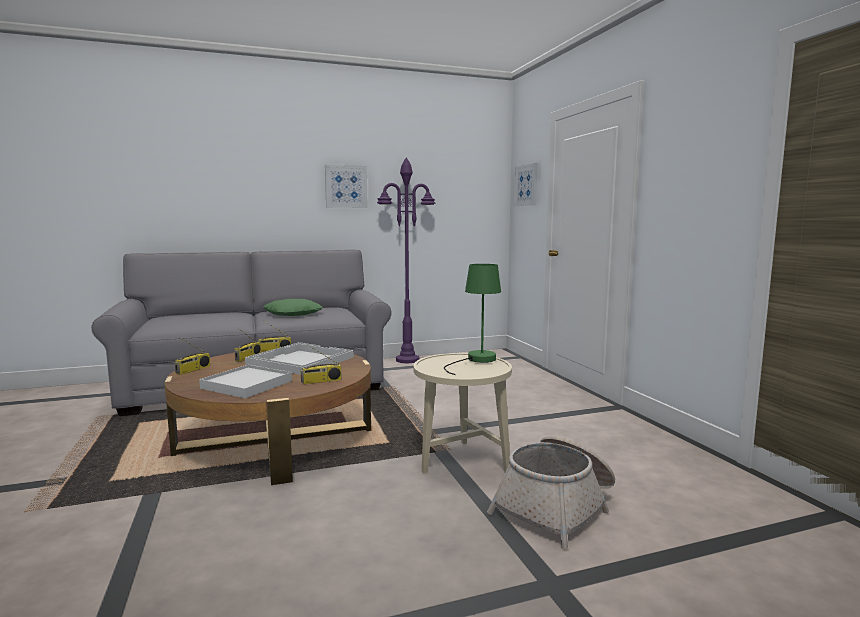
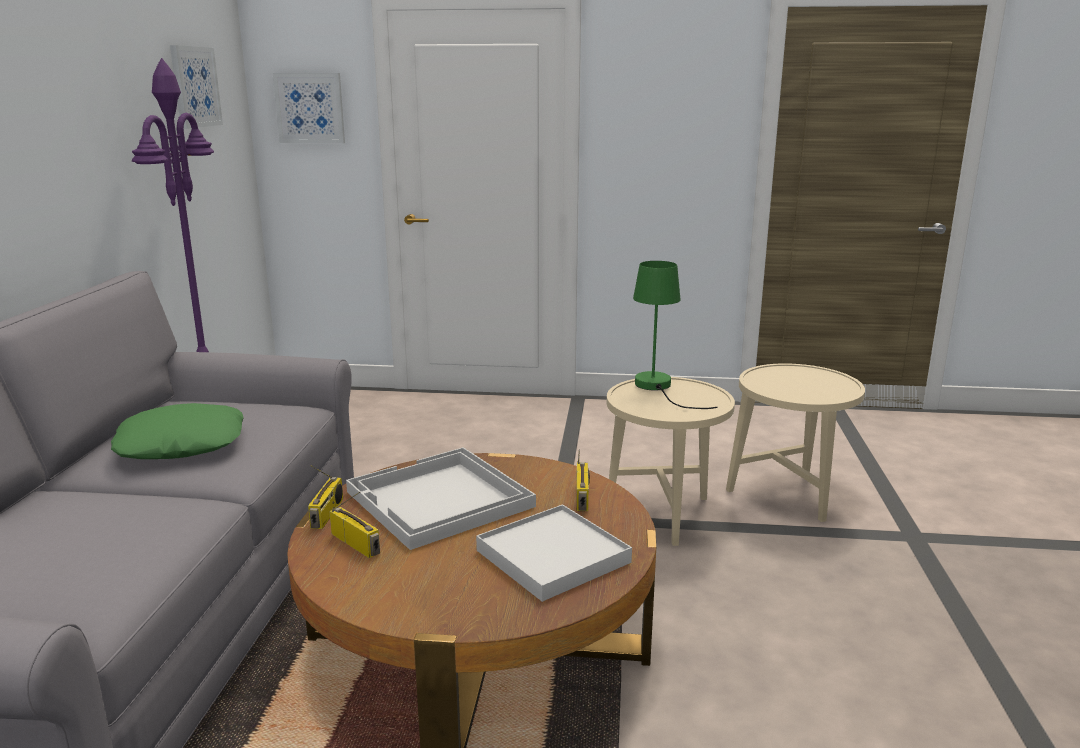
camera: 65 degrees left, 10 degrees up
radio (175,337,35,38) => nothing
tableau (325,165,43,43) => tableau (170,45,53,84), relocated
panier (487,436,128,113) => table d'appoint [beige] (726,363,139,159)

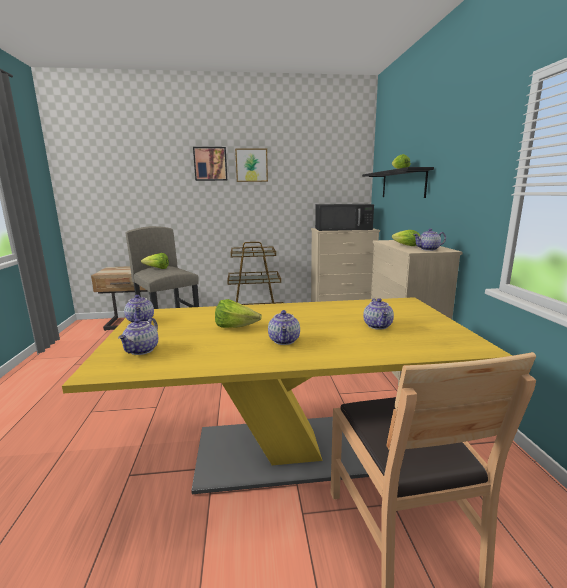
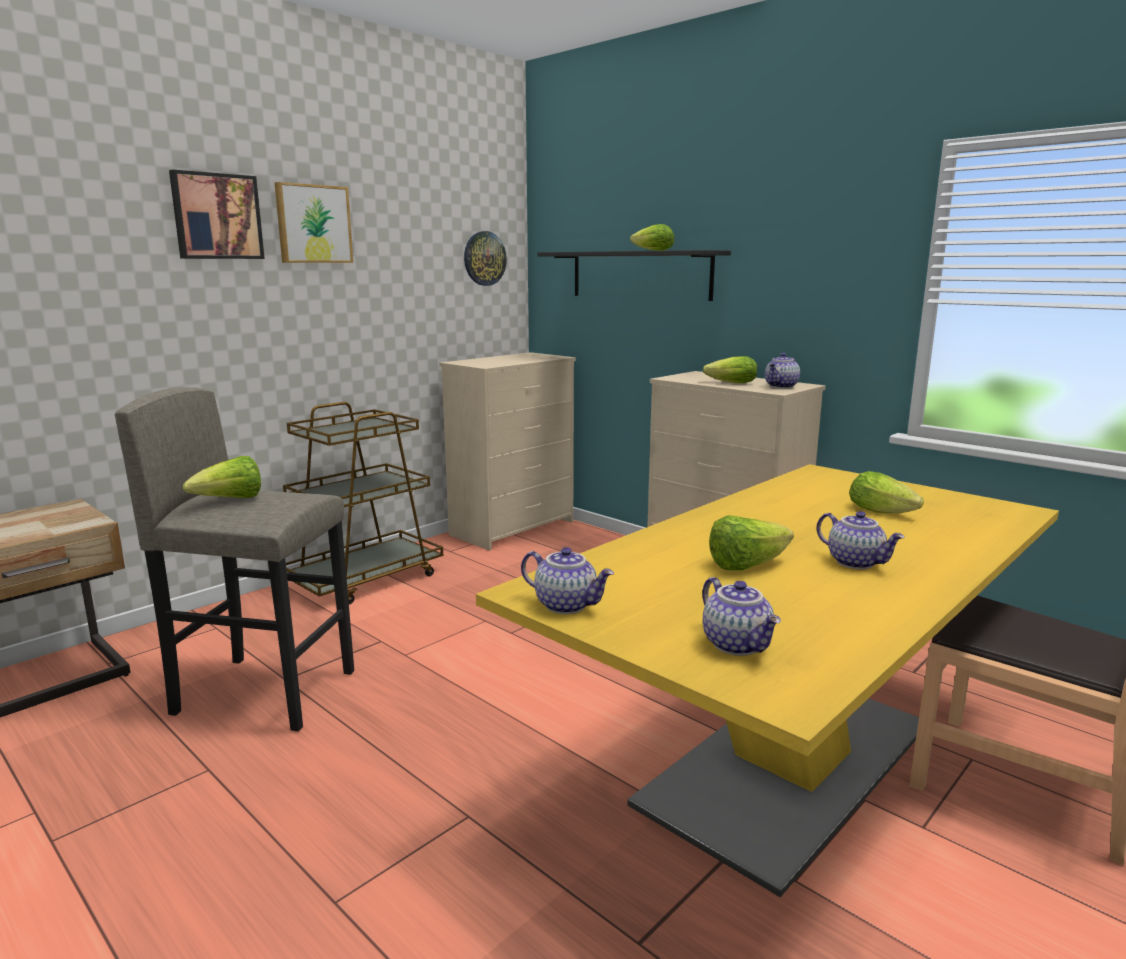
camera: 40 degrees left, 0 degrees up
micro-ondes [noir] (315,204,59,27) => nothing
théière (363,298,31,32) => laitue (849,471,75,43)
nothing => horloge murale (464,231,43,55)

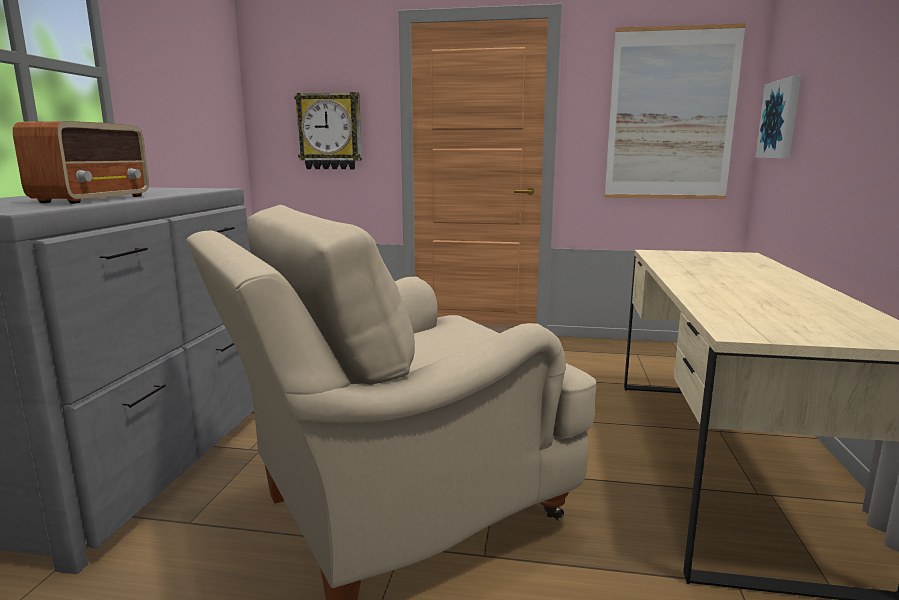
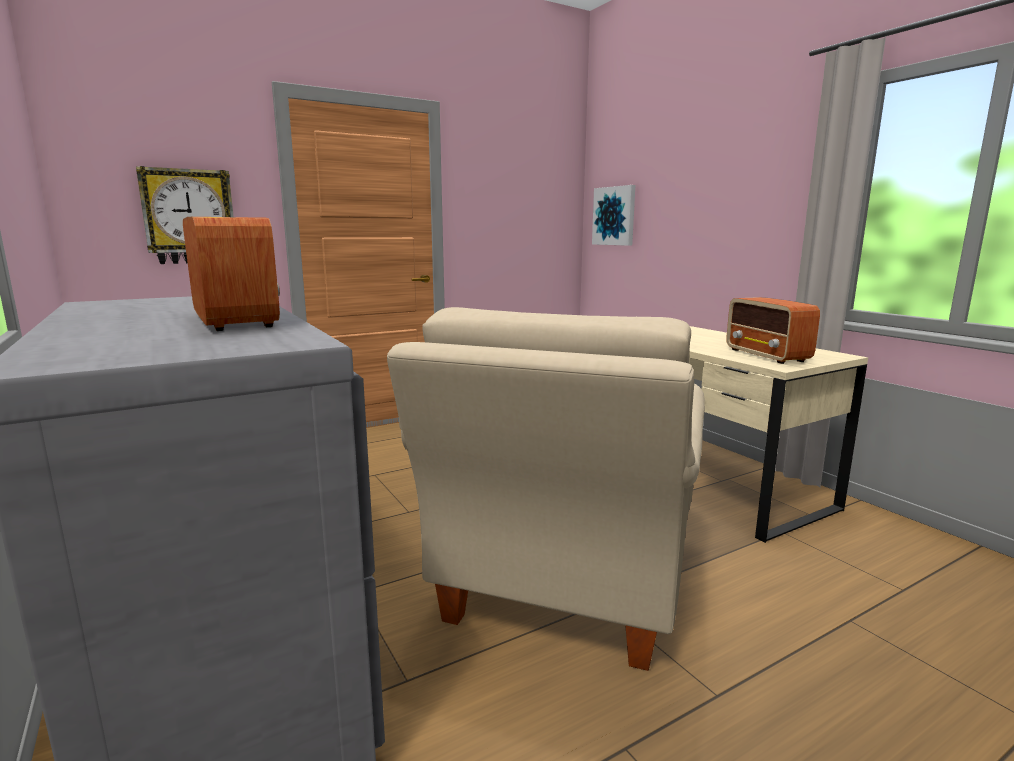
camera: 40 degrees left, 0 degrees up
tableau (604,23,142,176) => nothing
nothing => radio (726,297,94,67)

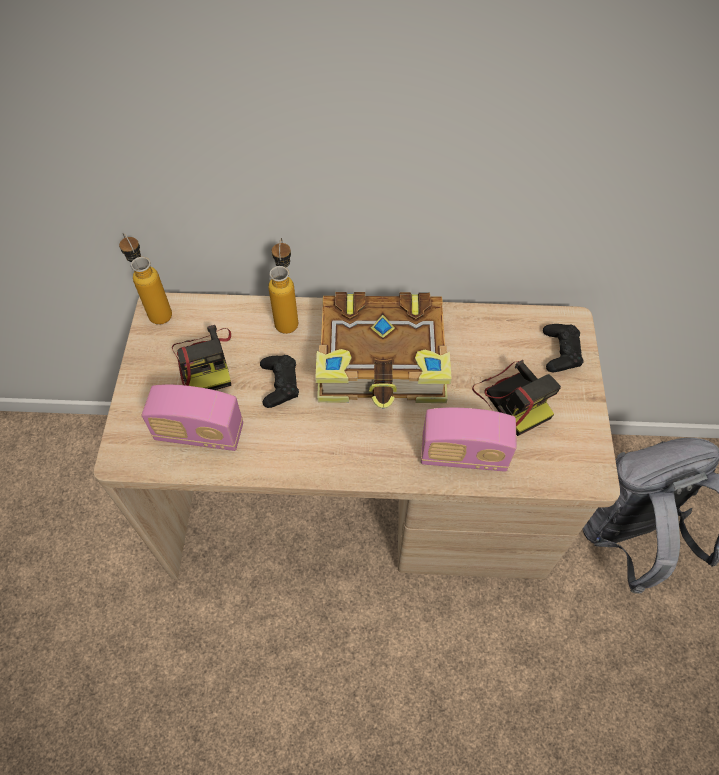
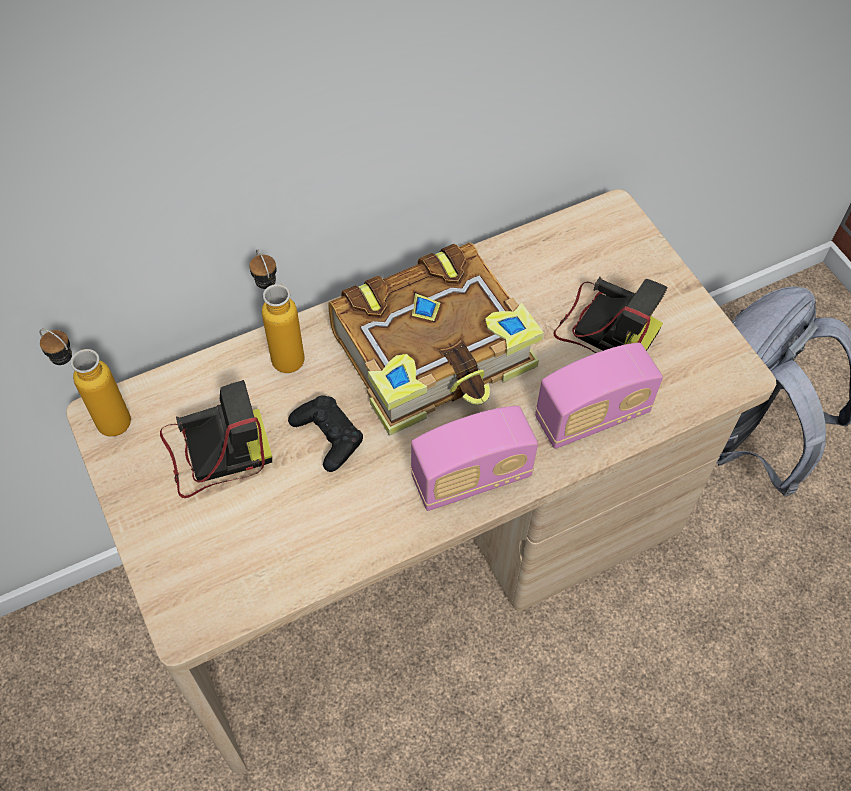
camera: 30 degrees left, 0 degrees up
radio (142,384,101,67) => radio (410,406,128,105), relocated
appareil photo (172,325,59,65) => appareil photo (160,380,112,118), 60 degrees counterclockwise
manette [noir] (543,324,41,48) => nothing

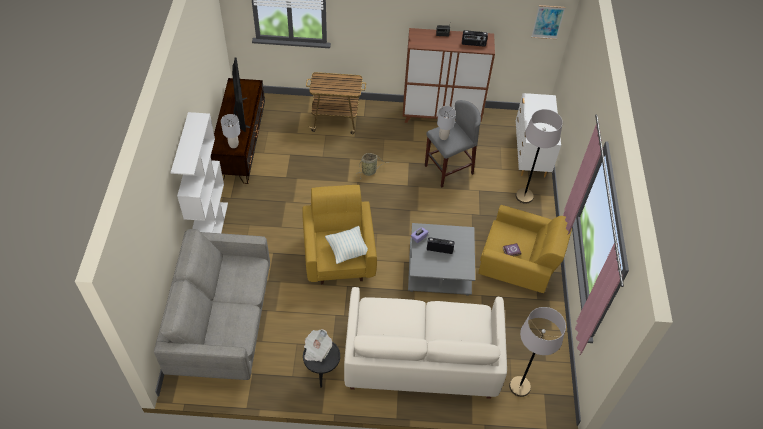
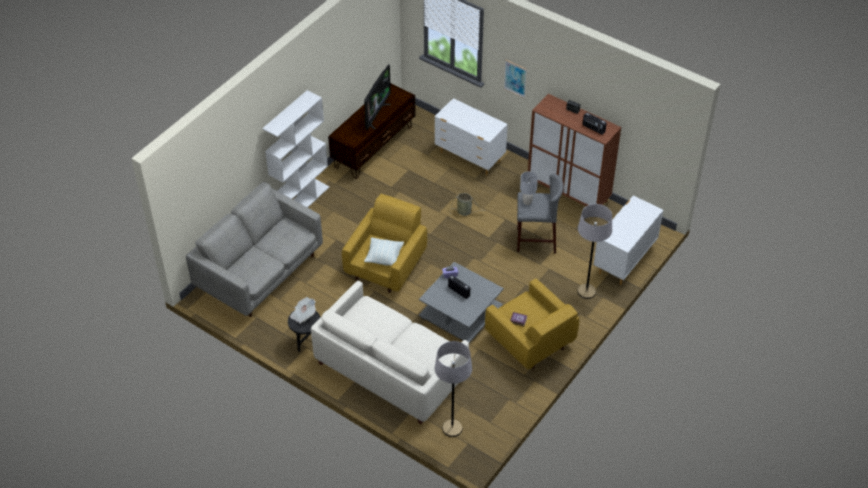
camera: 35 degrees right, 5 degrees down
lampe de table [gris] (221,114,19,34) => nothing
chariot (306,72,60,62) => commode [blanc] (435,98,73,77)
tableau (531,5,35,34) => tableau (504,60,23,39), relocated

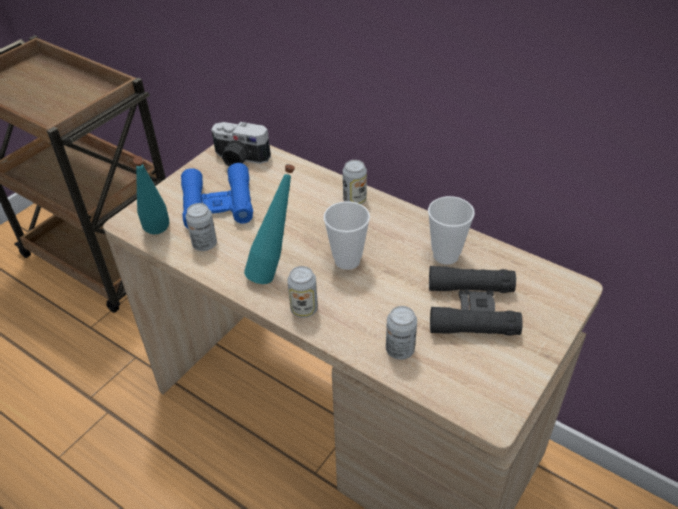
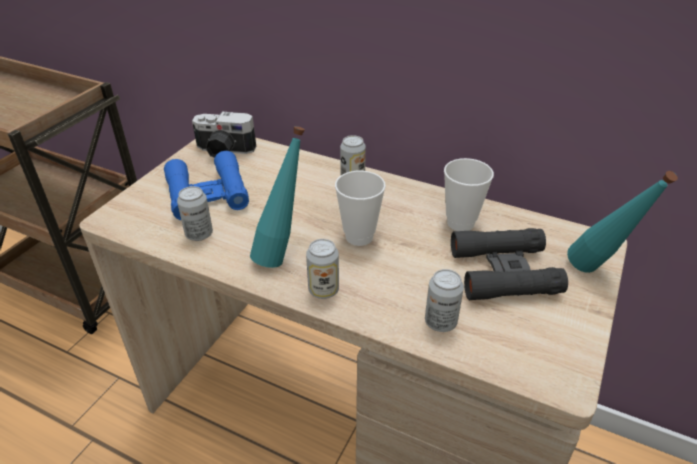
camera: 10 degrees left, 5 degrees down
bouteille [turquoise] (133,156,36,78) => bouteille [turquoise] (567,171,111,102), relocated

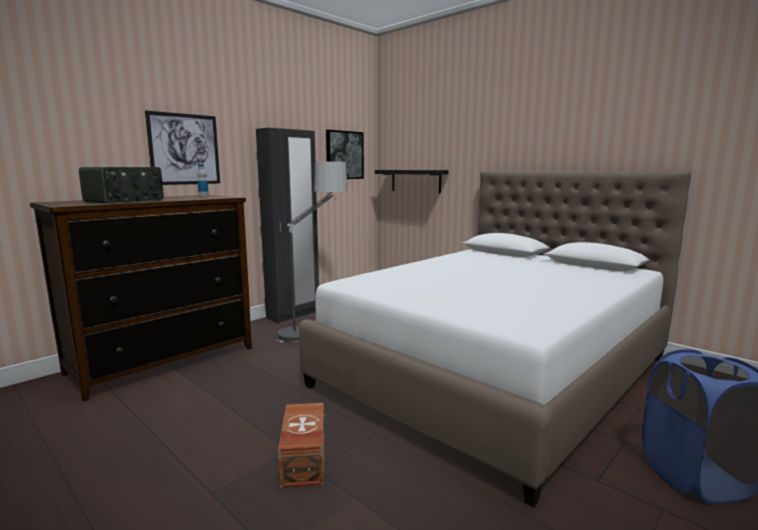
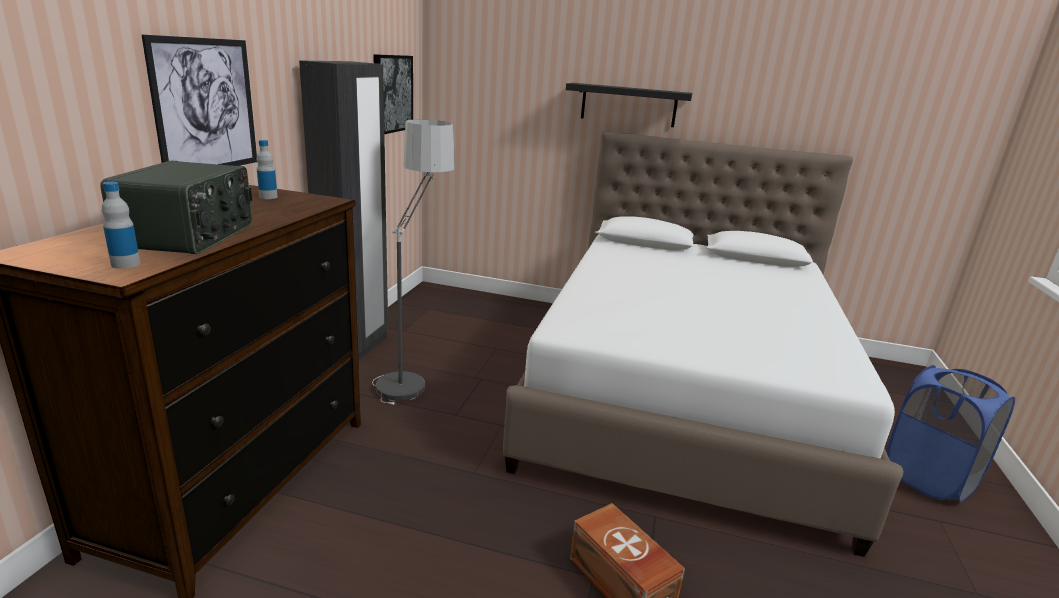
camera: 30 degrees left, 10 degrees up
étagère [noir] (375,170,73,23) => étagère [noir] (566,83,126,44), relocated
nothing => bouteille (102,182,38,87)

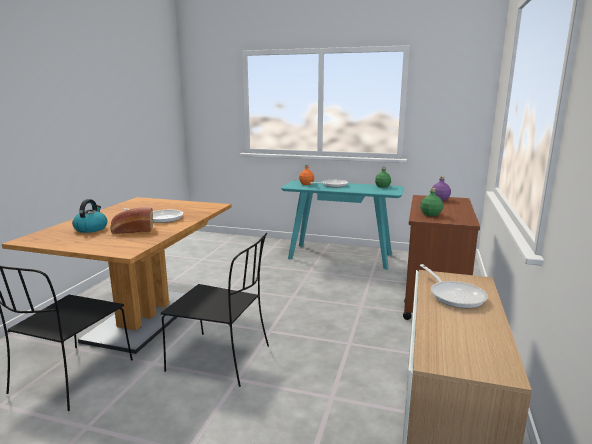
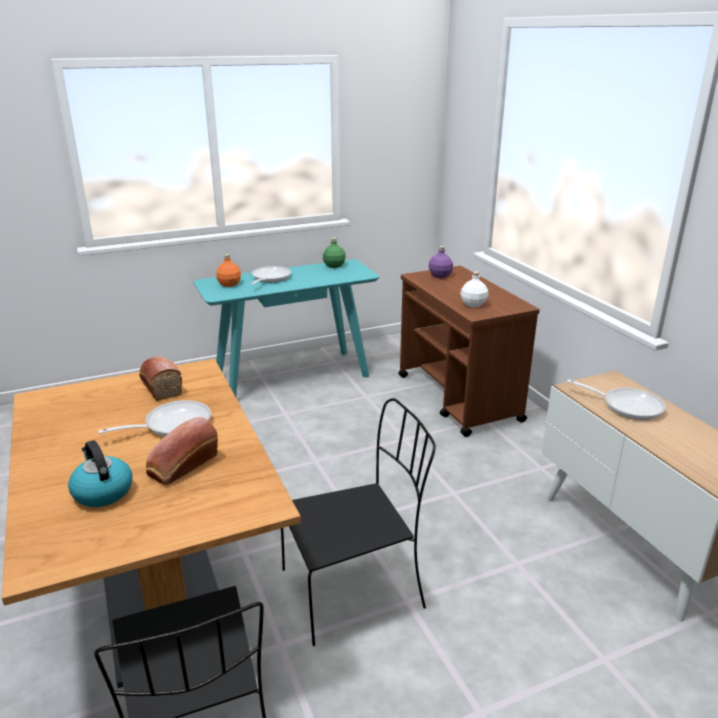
camera: 40 degrees left, 10 degrees up
bouteille [vert] (420,188,23,28) => bouteille [blanc] (460,271,29,36)
nothing => pain (139,356,43,44)

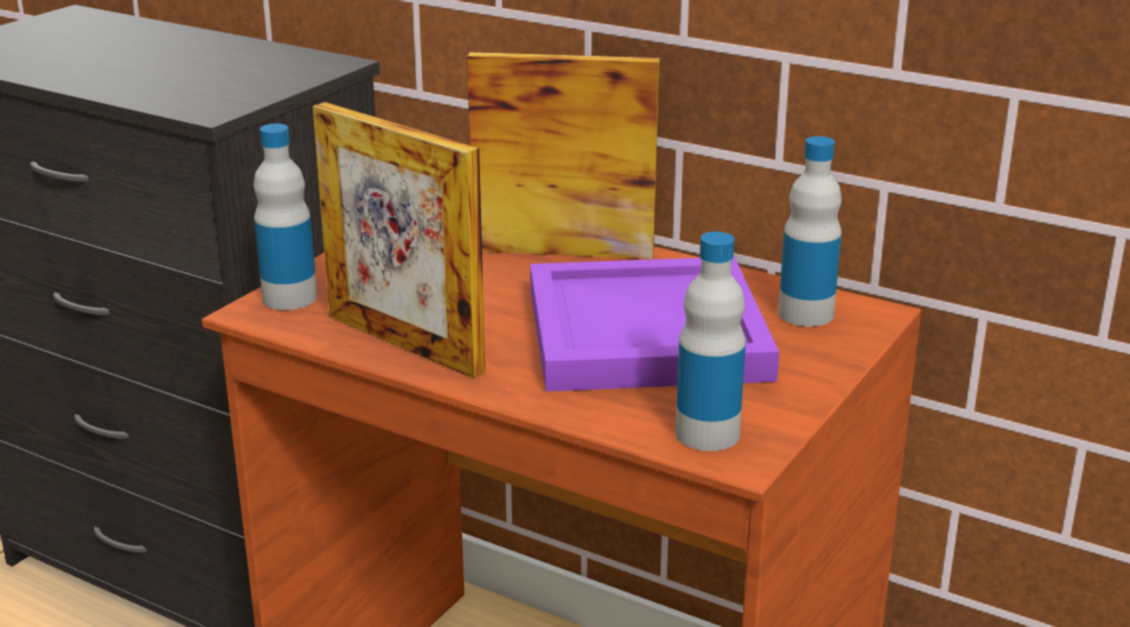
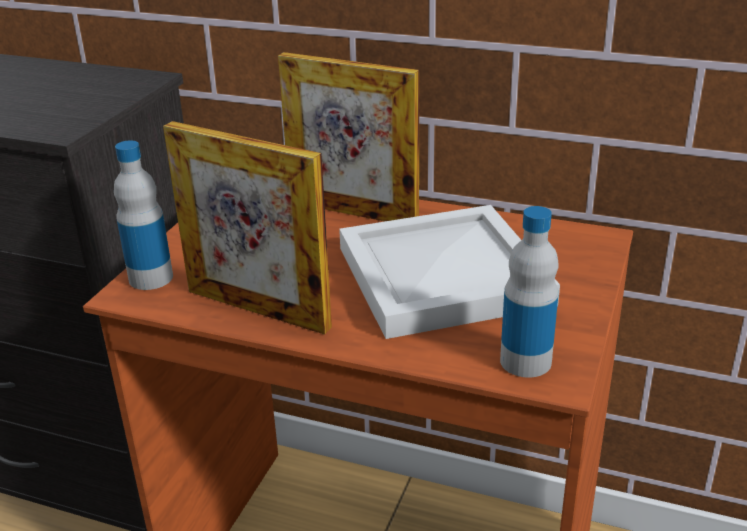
camera: 10 degrees left, 5 degrees up
cadre photo (467,52,193,207) => cadre photo (278,52,141,169), 150 degrees counterclockwise
plateau [violet] (530,257,249,135) => plateau [blanc] (339,205,221,134)
bouteille (778,136,64,191) => nothing

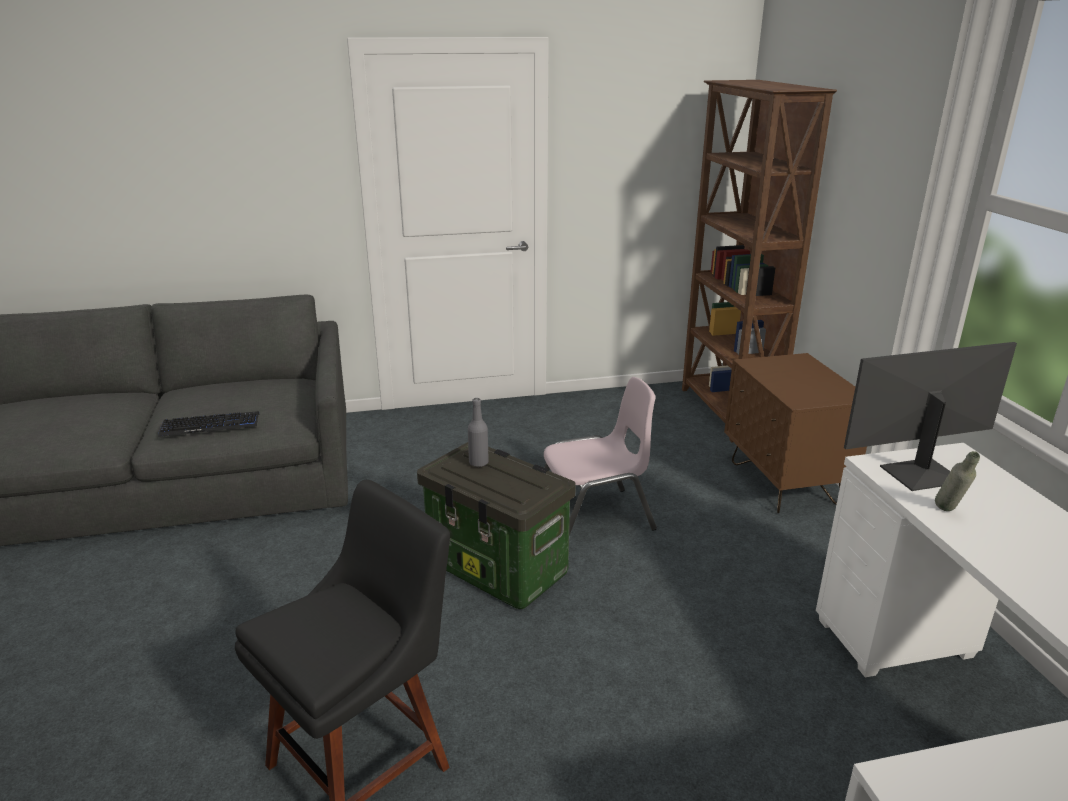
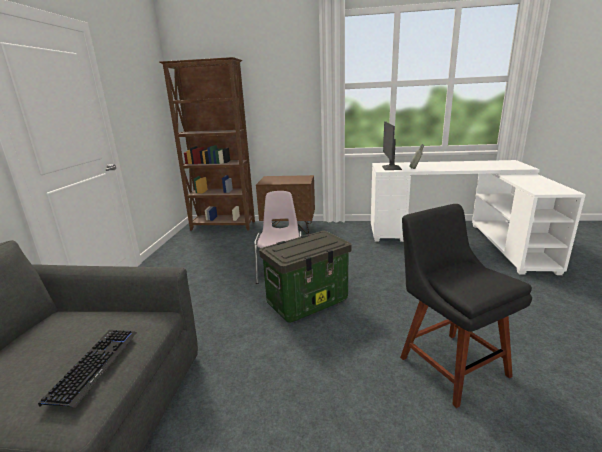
camera: 70 degrees left, 5 degrees down
bouteille [gris] (468,398,21,69) => nothing

